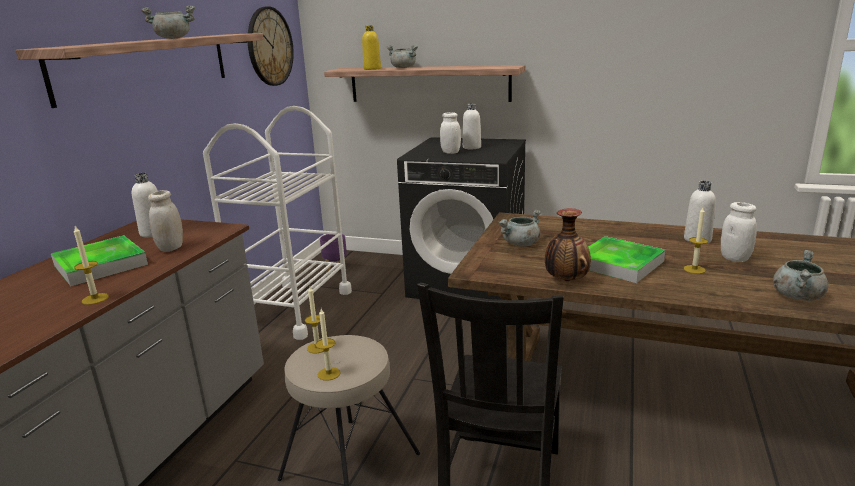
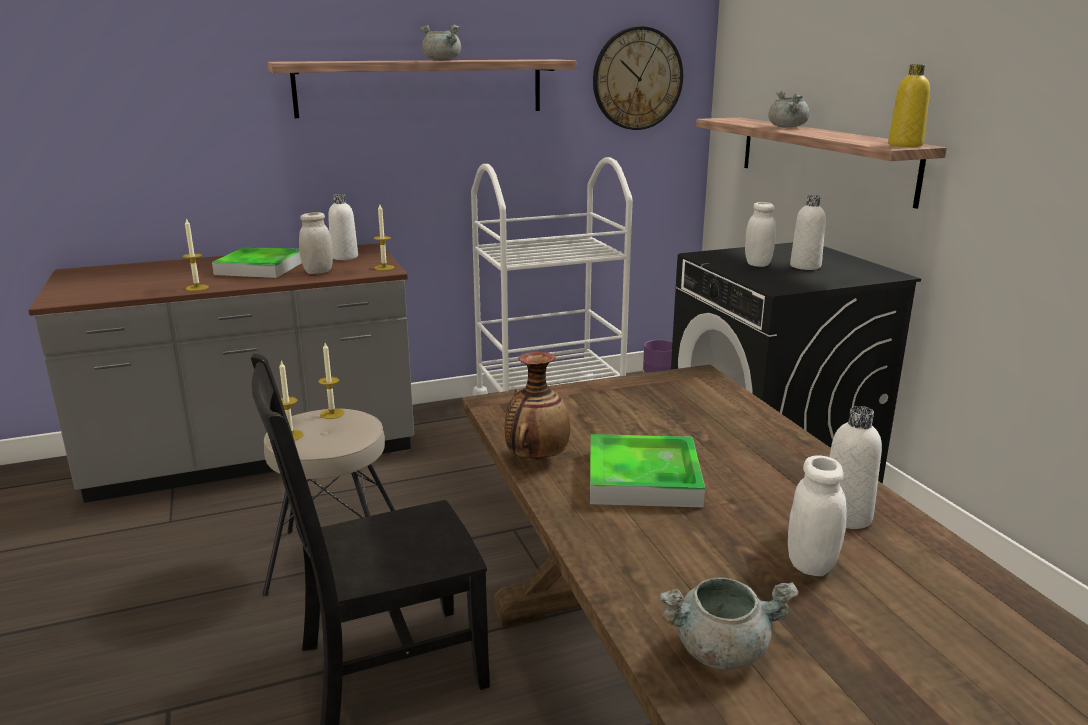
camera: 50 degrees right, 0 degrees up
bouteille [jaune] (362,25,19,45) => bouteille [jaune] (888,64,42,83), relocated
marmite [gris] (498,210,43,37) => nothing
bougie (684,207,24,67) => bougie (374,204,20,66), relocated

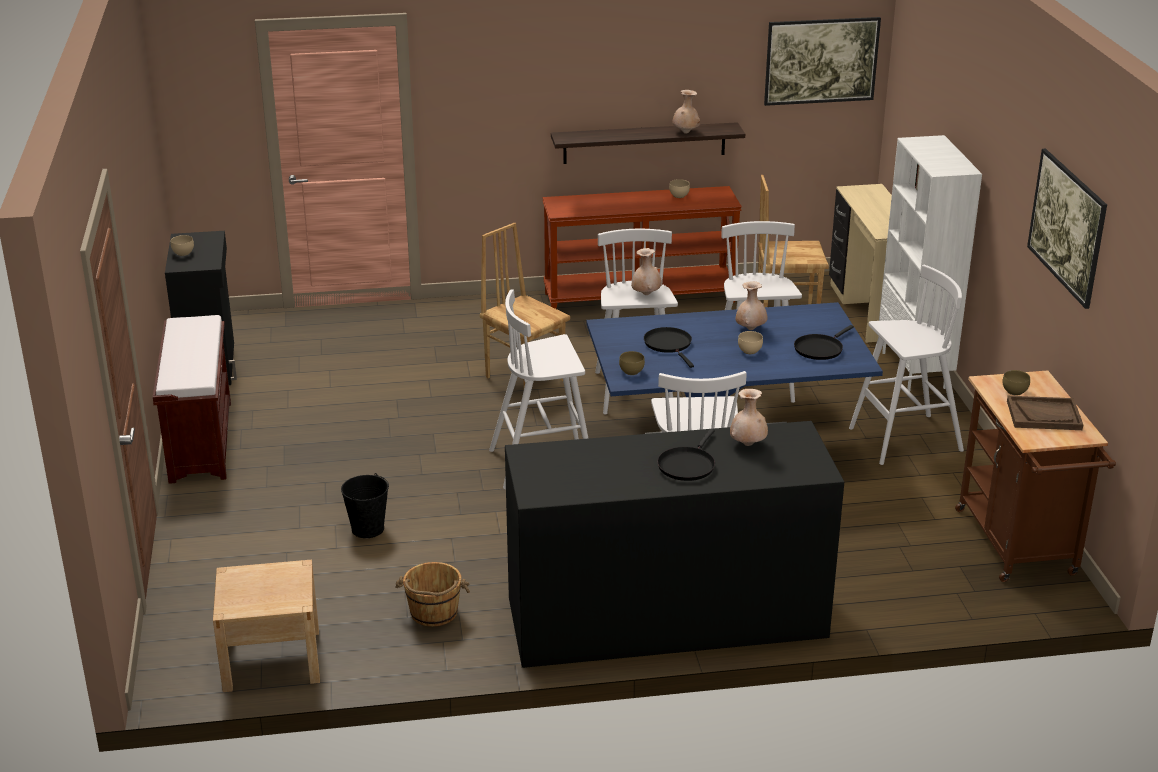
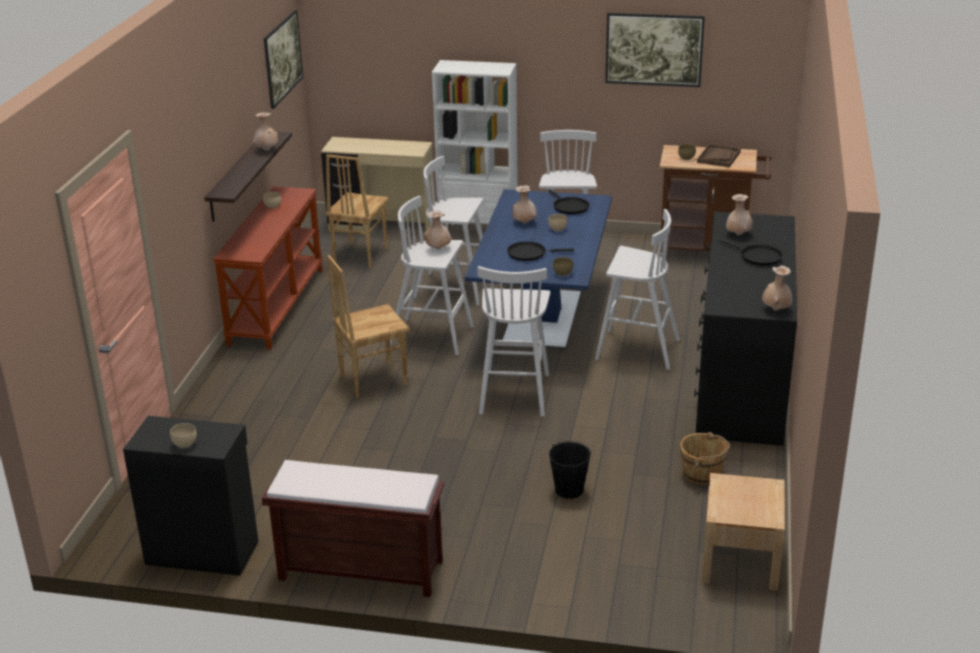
camera: 70 degrees left, 0 degrees up
nothing => vase [beige] (762,266,30,45)

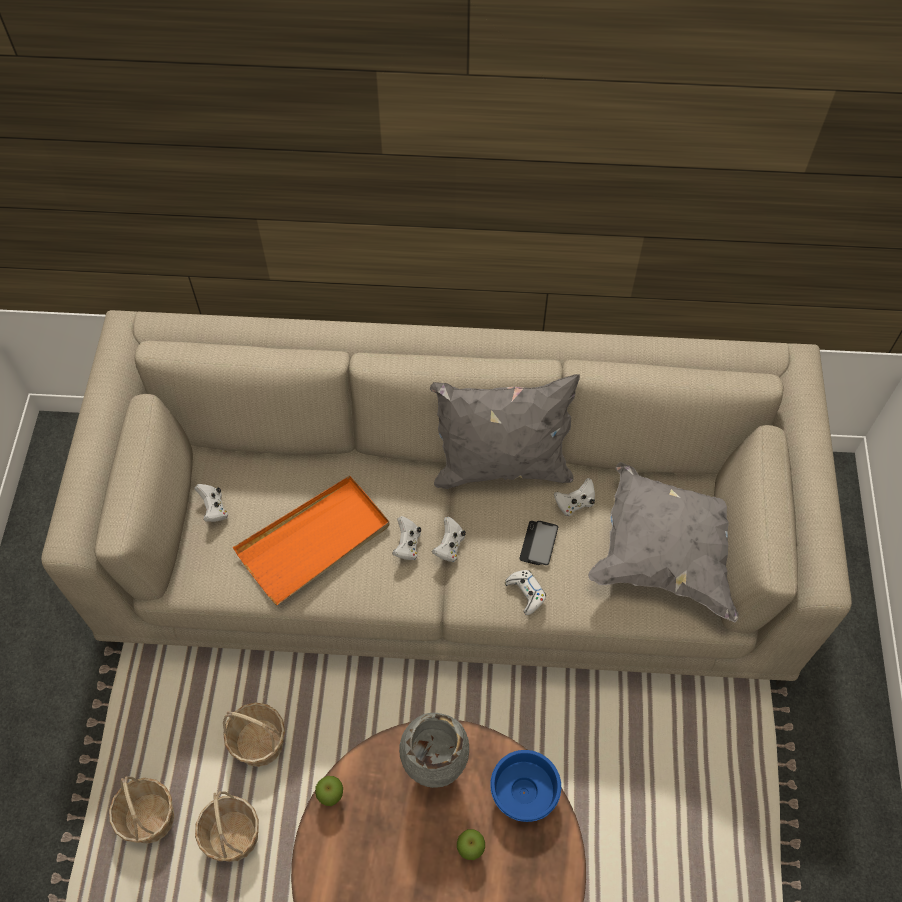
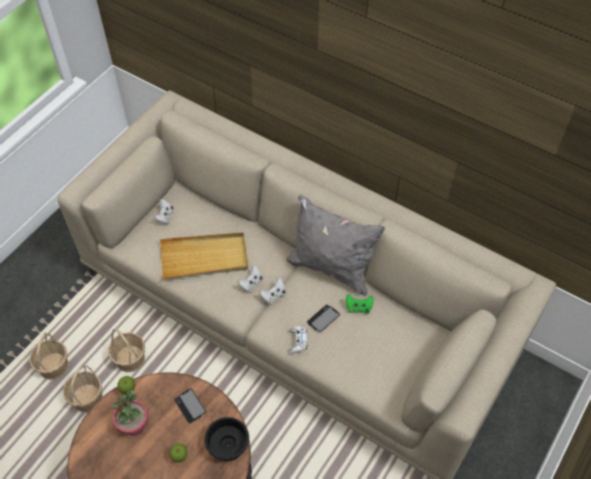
camera: 30 degrees right, 5 degrees down
plateau [orange] (233,476,157,129) => plateau [beige] (160,233,88,46)
vase [gris] (399,713,70,75) => téléphone (175,388,31,35)
bol [bleu] (490,750,71,72) => bol [noir] (204,417,45,44)
manette [blanc] (554,478,41,38) => manette [vert] (346,294,28,20)
coussin [gris] (588,462,151,160) => nothing
nothing => plante en pot (111,390,37,46)

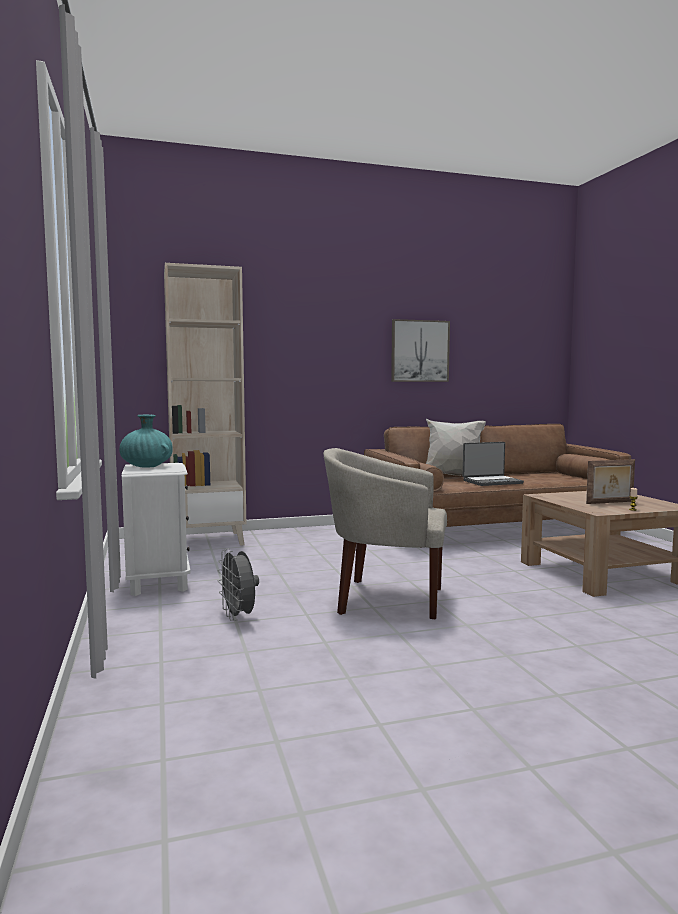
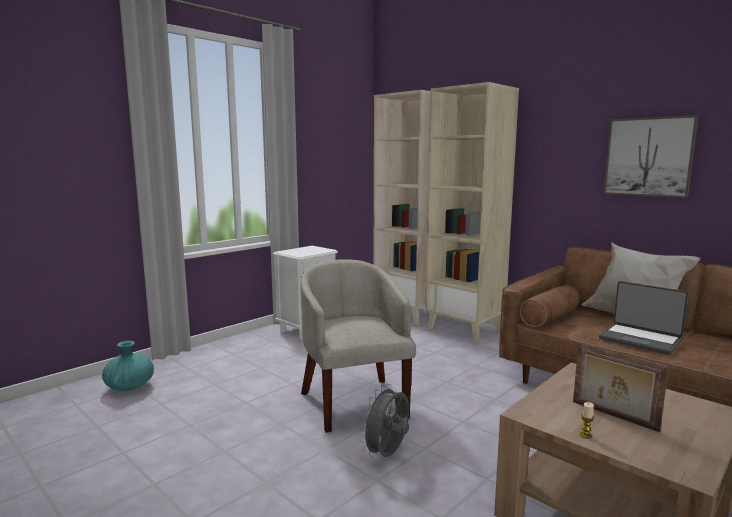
camera: 60 degrees right, 5 degrees up
vase [turquoise] (119,415,54,52) => vase [turquoise] (102,341,52,50), relocated
ventilateur [gris] (217,548,42,73) => ventilateur [gris] (360,384,49,74), relocated
nothing => bibliothèque [beige] (425,82,94,261)

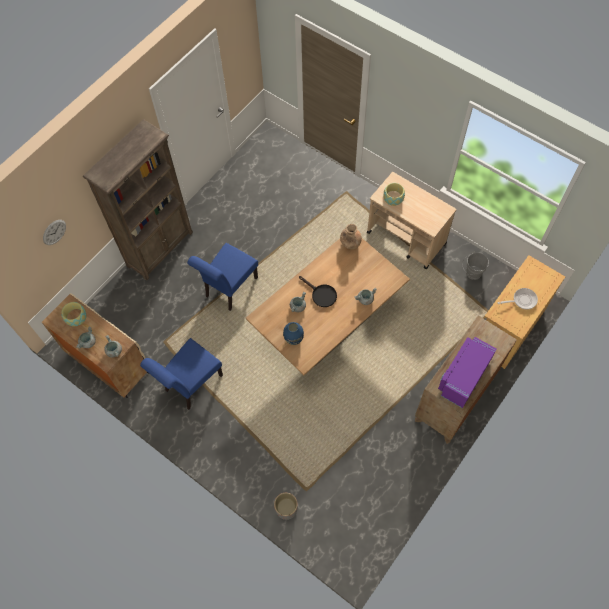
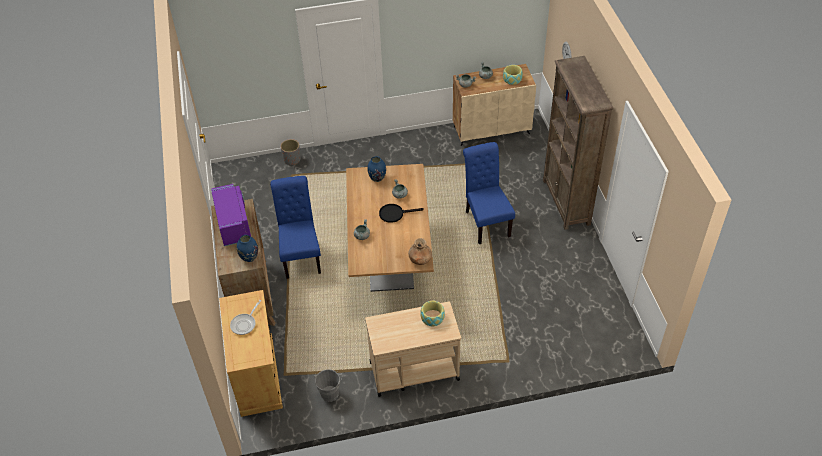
camera: 130 degrees right, 15 degrees down
chaise [bleu] (140,338,83,72) => chaise [bleu] (270,176,51,103), relocated
nothing => vase [bleu] (237,235,21,27)

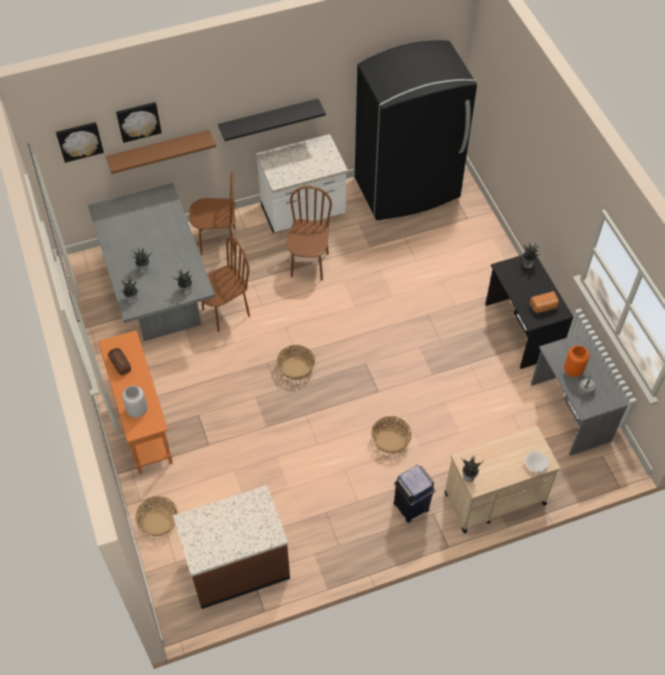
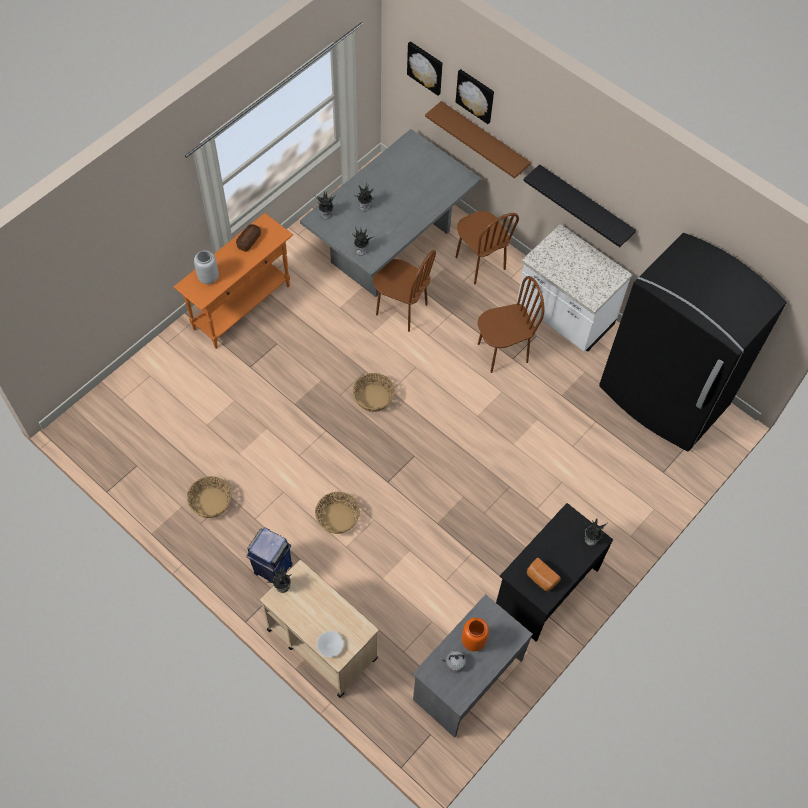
camera: 60 degrees right, 5 degrees up
panier (135,496,43,40) => panier (187,476,45,42), relocated
comptoir de cuisine [marron] (173,485,117,124) => nothing

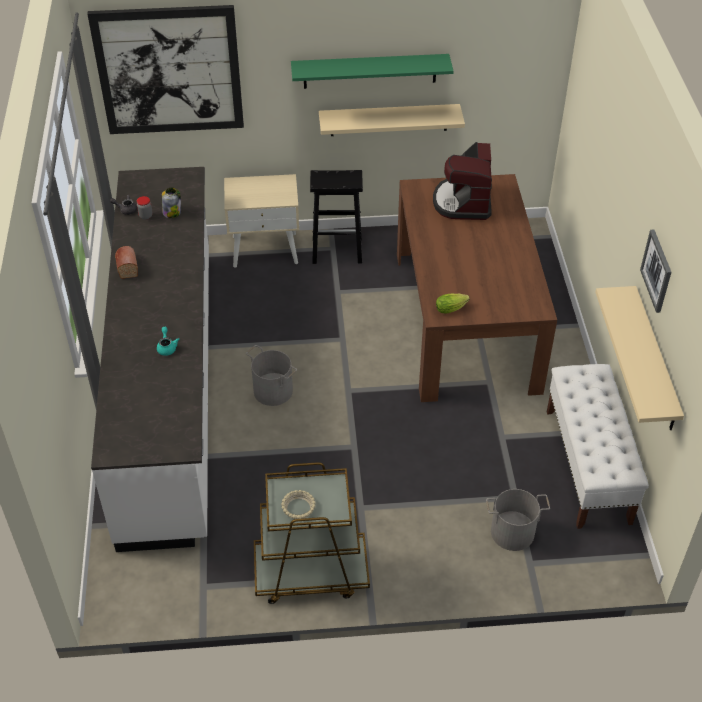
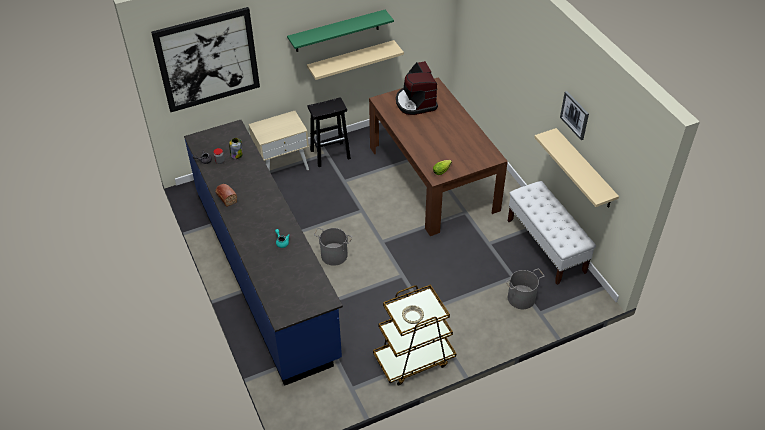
camera: 20 degrees left, 0 degrees up
comptoir de cuisine [blanc] (91,167,118,385) => comptoir de cuisine [bleu] (184,120,159,266)

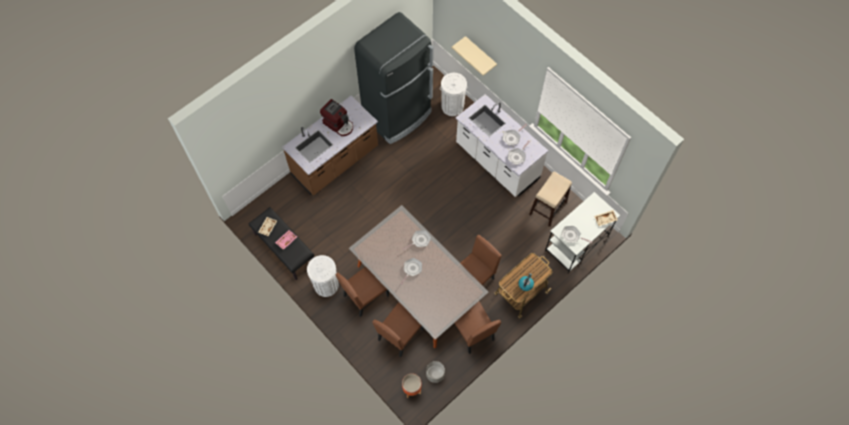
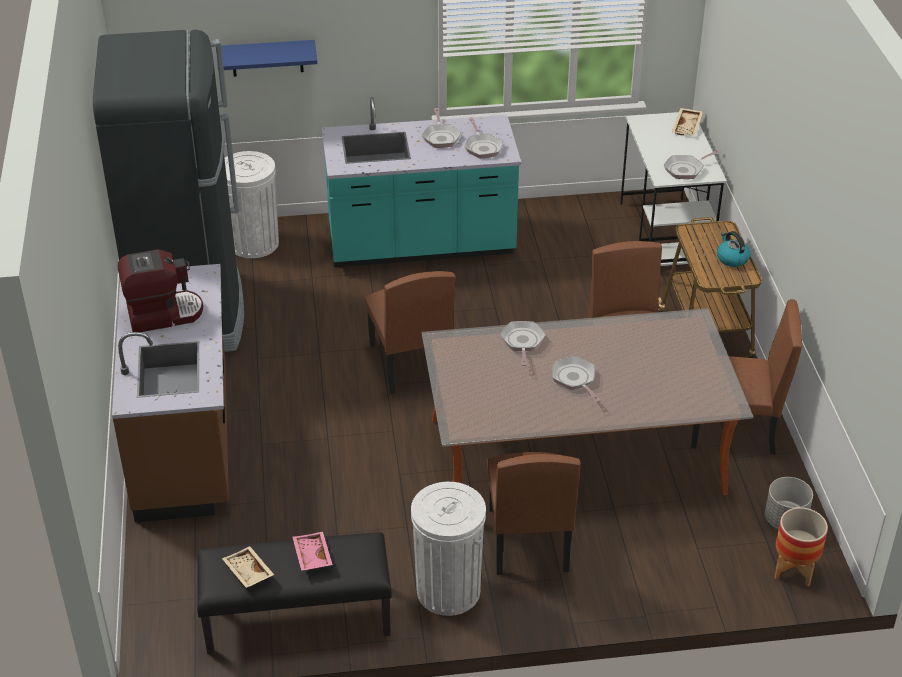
camera: 55 degrees left, 25 degrees down
chaise [marron] (372,302,52,55) => chaise [marron] (365,271,90,123), relocated
étagère [beige] (451,36,46,40) => étagère [bleu] (221,40,96,37)
comptoir de cuisine [blanc] (456,94,92,103) => comptoir de cuisine [turquoise] (322,97,199,170)
tabouret (529,172,43,55) => nothing

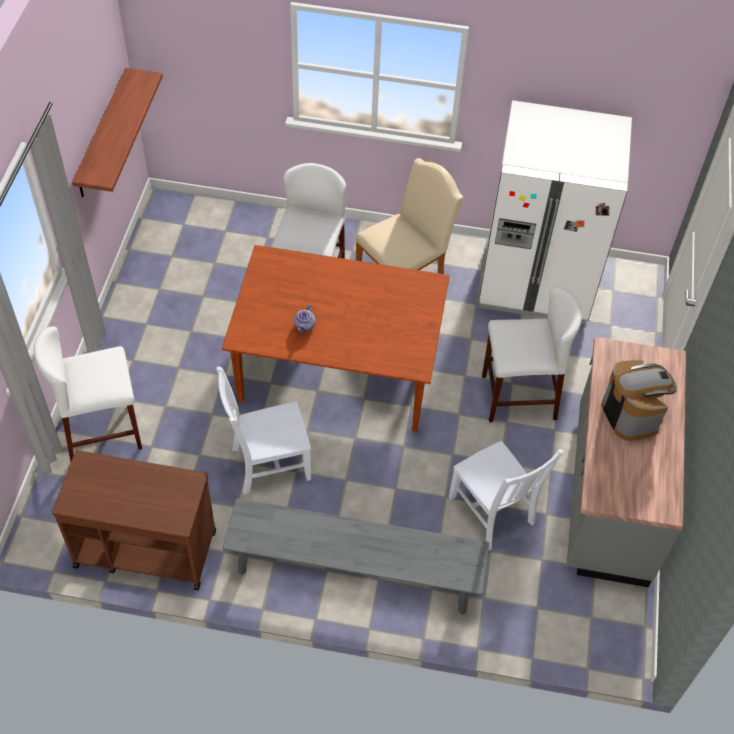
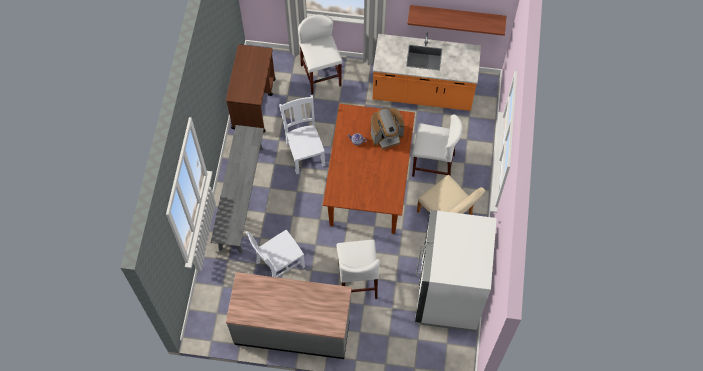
camera: 90 degrees right, 10 degrees up
machine à café (601,360,76,81) => machine à café (371,108,34,42), relocated
nothing => comptoir de cuisine [orange] (373,33,108,78)

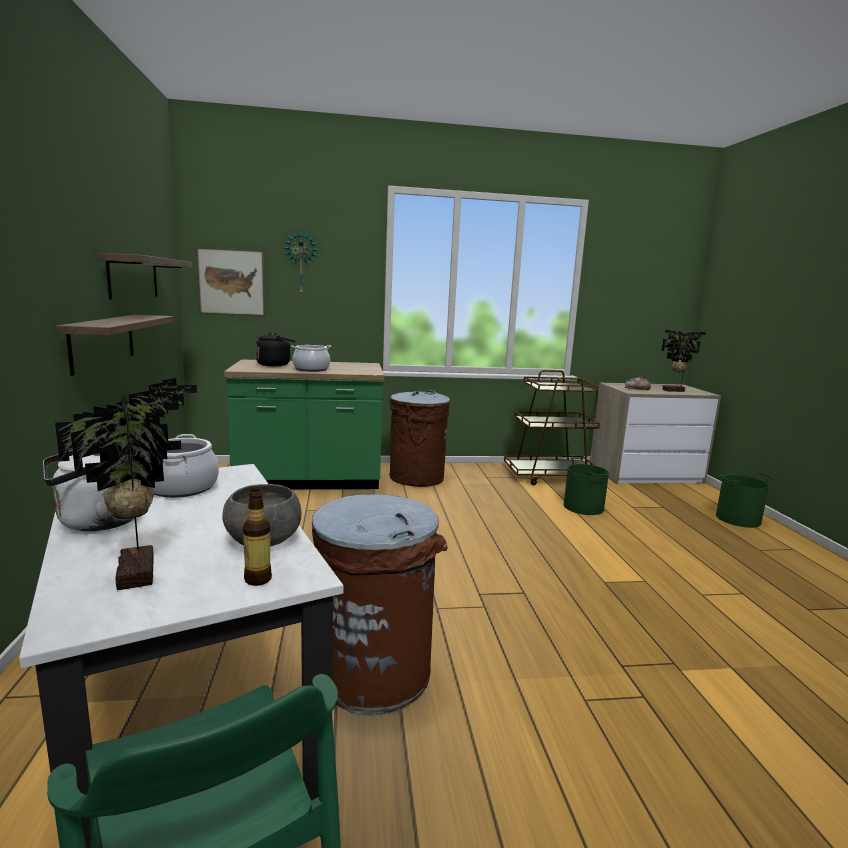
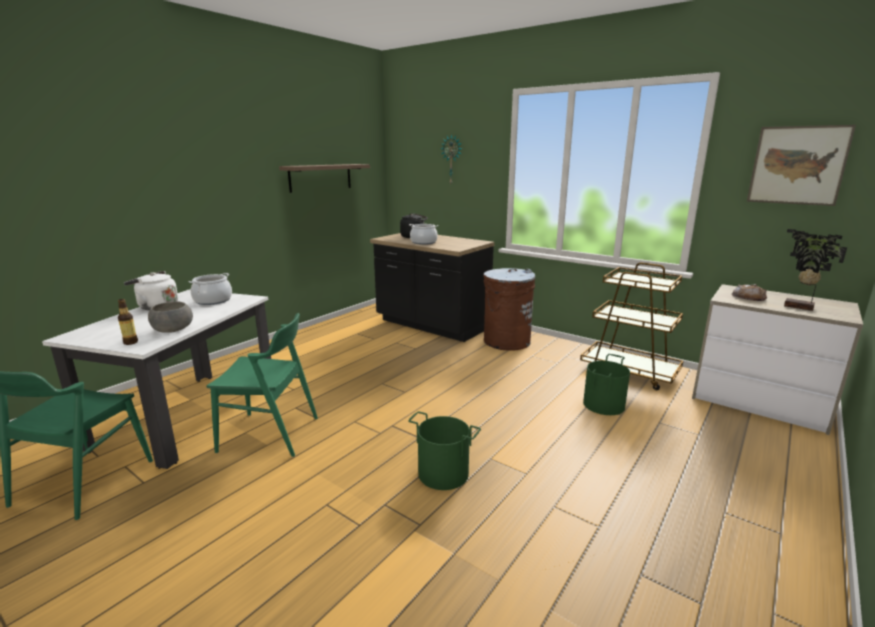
camera: 45 degrees right, 5 degrees up
plante en pot (55,378,143,212) => nothing
étagère (56,315,117,61) => nothing
tableau (196,247,70,70) => tableau (747,125,109,81), relocated
comptoir de cuisine [vert] (224,359,160,130) => comptoir de cuisine [noir] (370,233,124,109)
poubelle [marron] (312,494,136,222) => chaise [vert] (206,313,112,144)
seau [vert] (716,473,58,55) => seau [vert] (408,411,73,79), relocated

